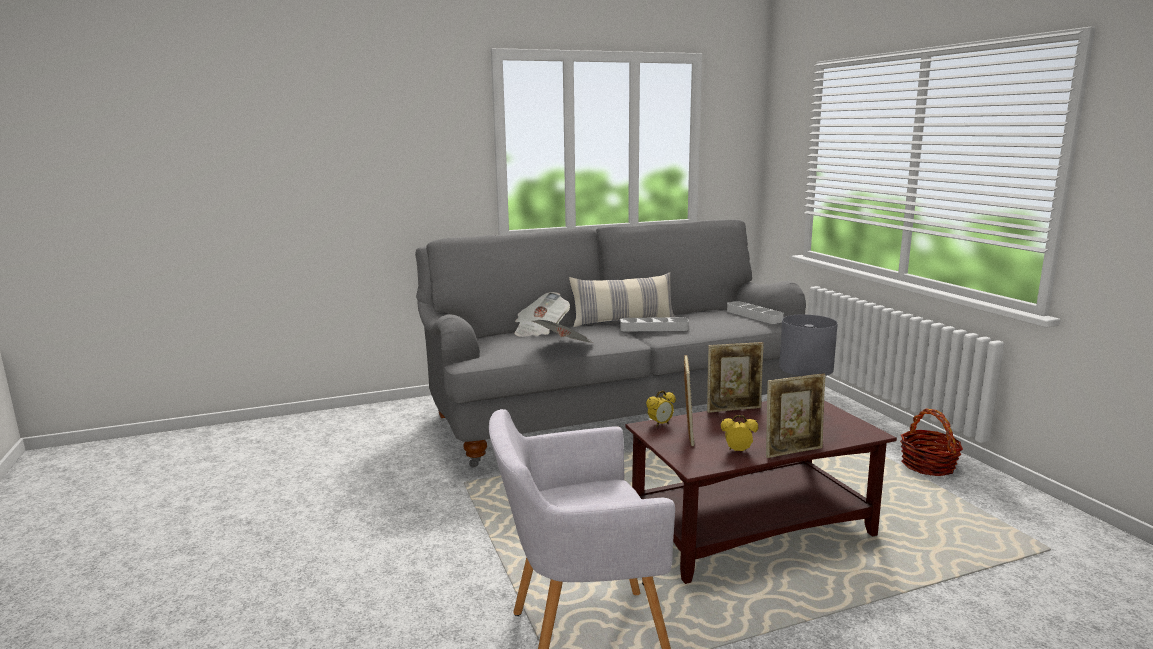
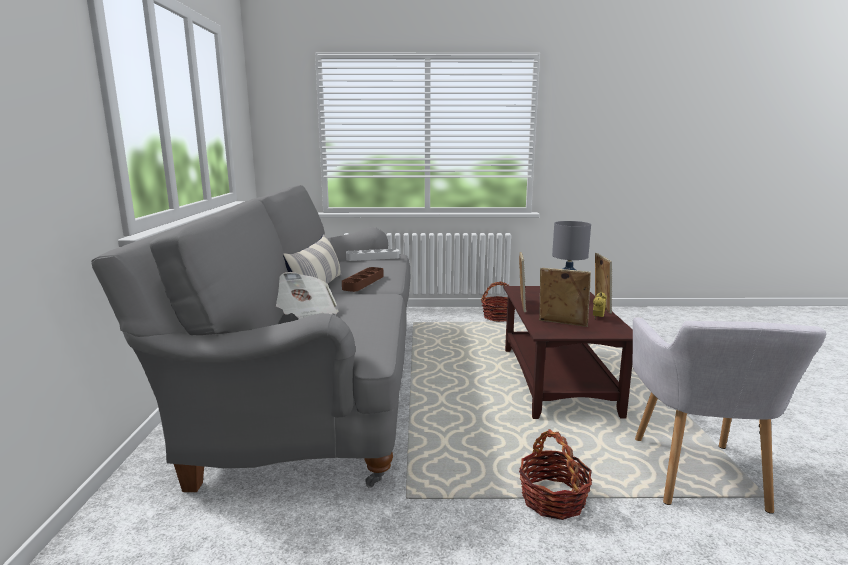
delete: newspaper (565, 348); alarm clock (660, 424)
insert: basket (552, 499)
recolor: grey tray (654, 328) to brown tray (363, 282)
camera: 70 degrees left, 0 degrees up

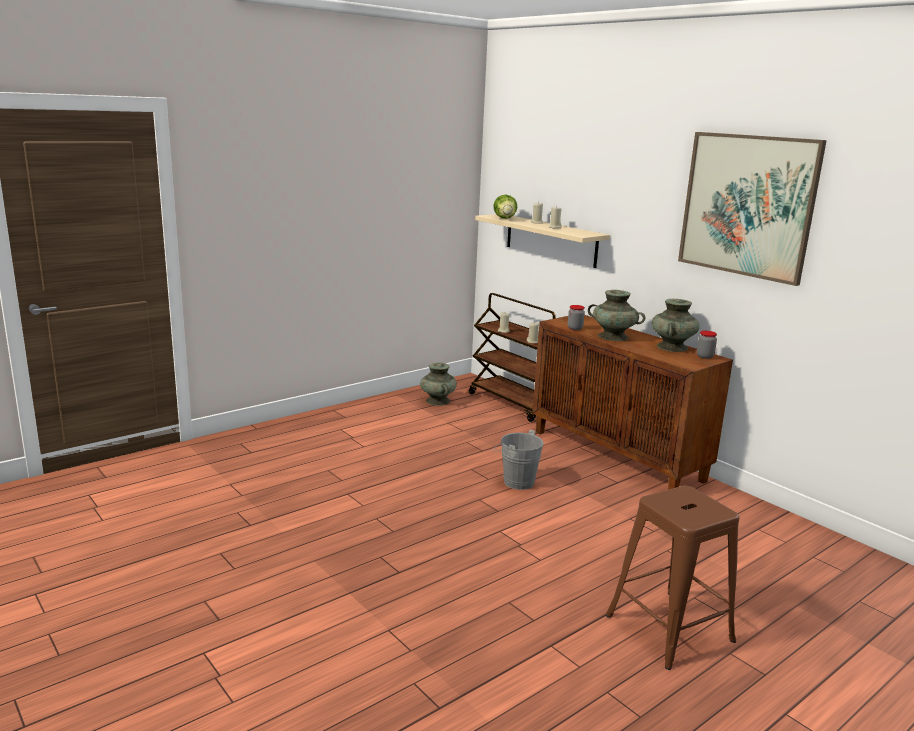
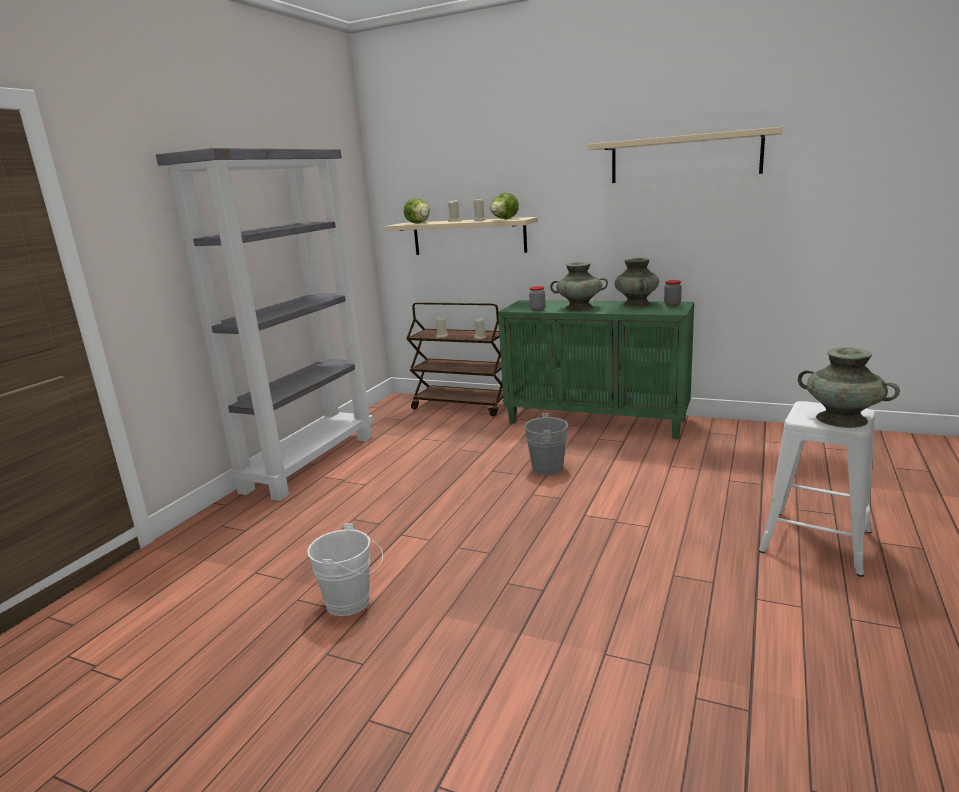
insert: grey bookcase (310, 462); lettuce (504, 219); white bucket (353, 602)
move: turquoise vase (438, 401) to (842, 419)
replace: picture (747, 205) to beige shelf (684, 157)
recolor: brown cabinet (618, 455) to green cabinet (597, 421); brown stool (670, 628) to white stool (816, 541)
camera: 25 degrees left, 0 degrees up

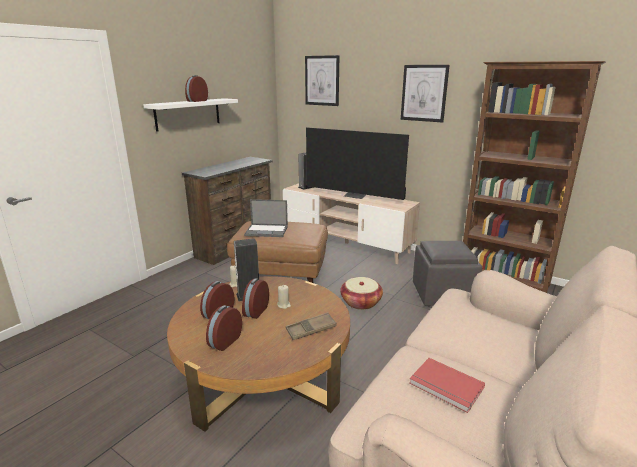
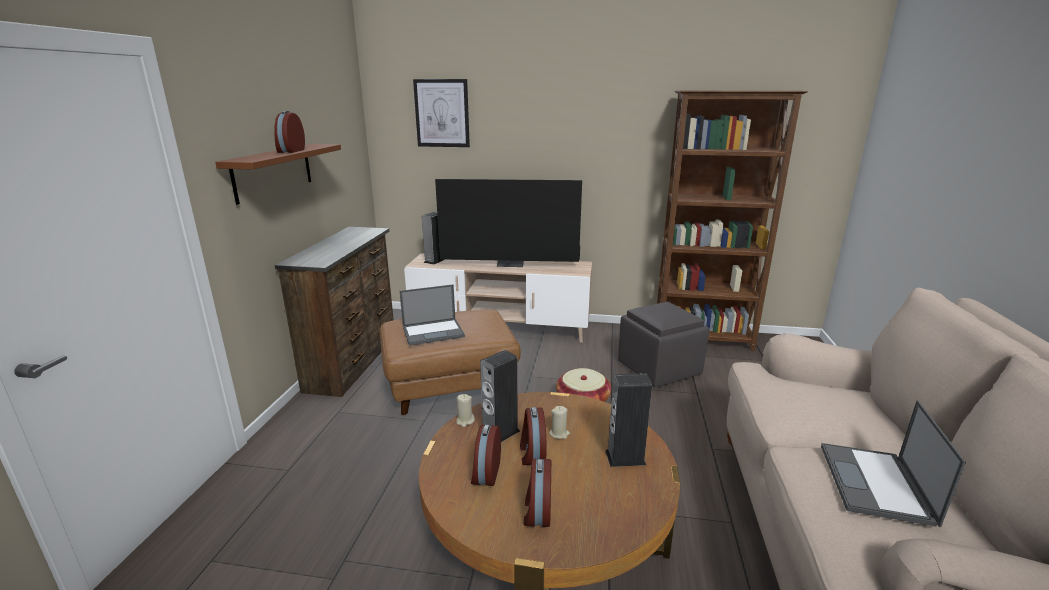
delete: picture (424, 93)
replace: brown tray (311, 329) to speaker (625, 457); red book (445, 387) to laptop (876, 484)
recolor: white shelf (188, 114) to brown shelf (273, 172)
camera: 25 degrees left, 0 degrees up

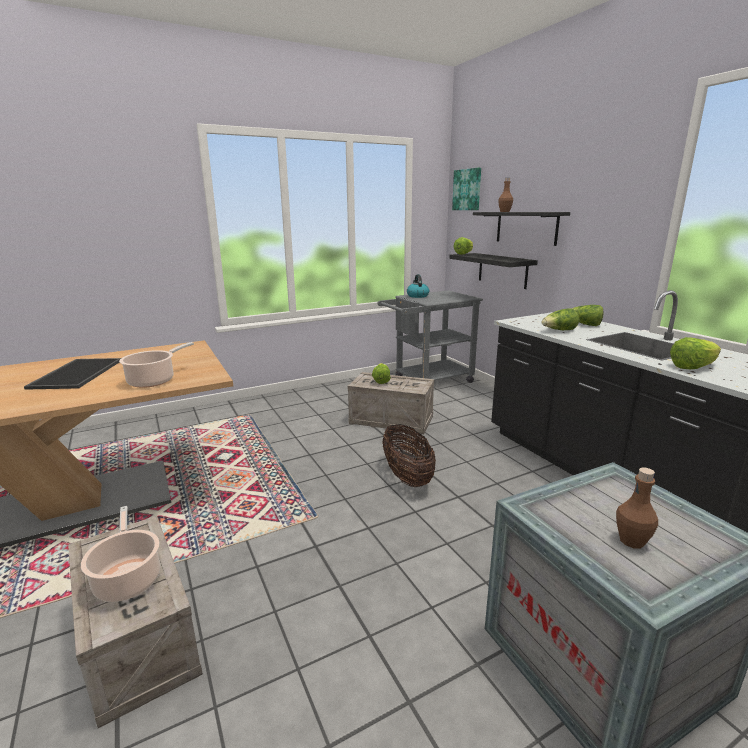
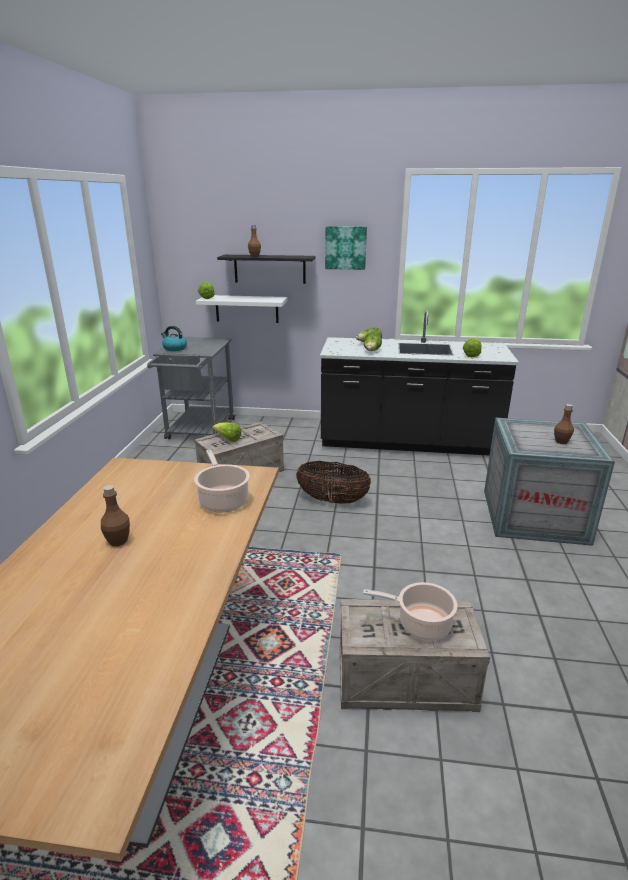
move: picture (467, 189) to (345, 247)
replace: tray (76, 373) to brown bottle (118, 541)
recolor: black shelf (502, 270) to white shelf (247, 309)
camera: 55 degrees left, 5 degrees up

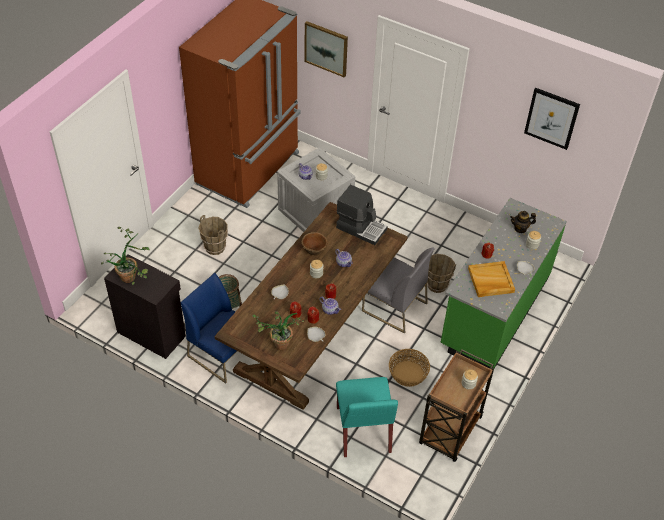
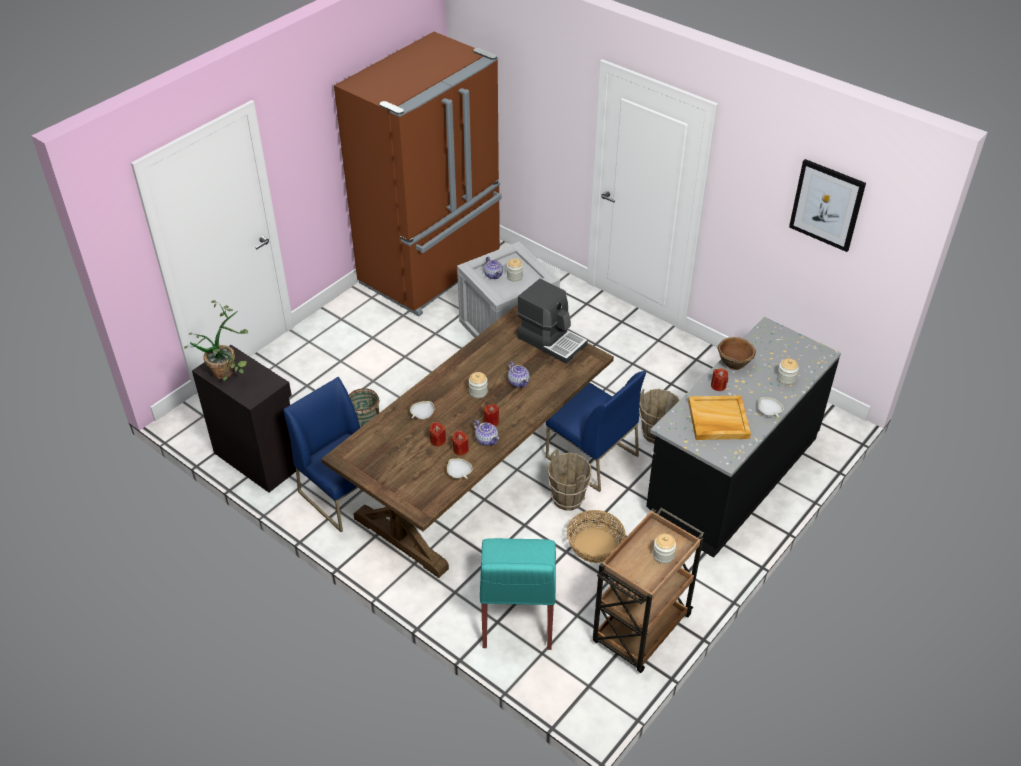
delete: picture (326, 48); teapot (520, 228); potted plant (277, 345)
move: brown bucket (215, 247) to (568, 499); brown bowl (314, 251) to (733, 363)
recolor: green counter (494, 311) to black counter (731, 475); grey chair (393, 307) to blue chair (591, 456)
camera: 10 degrees right, 5 degrees down

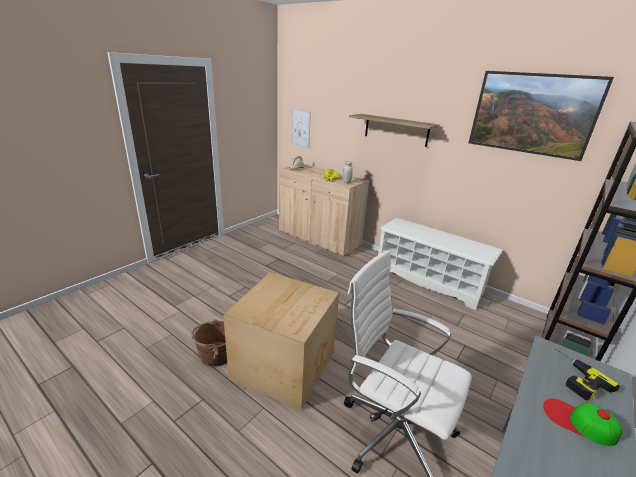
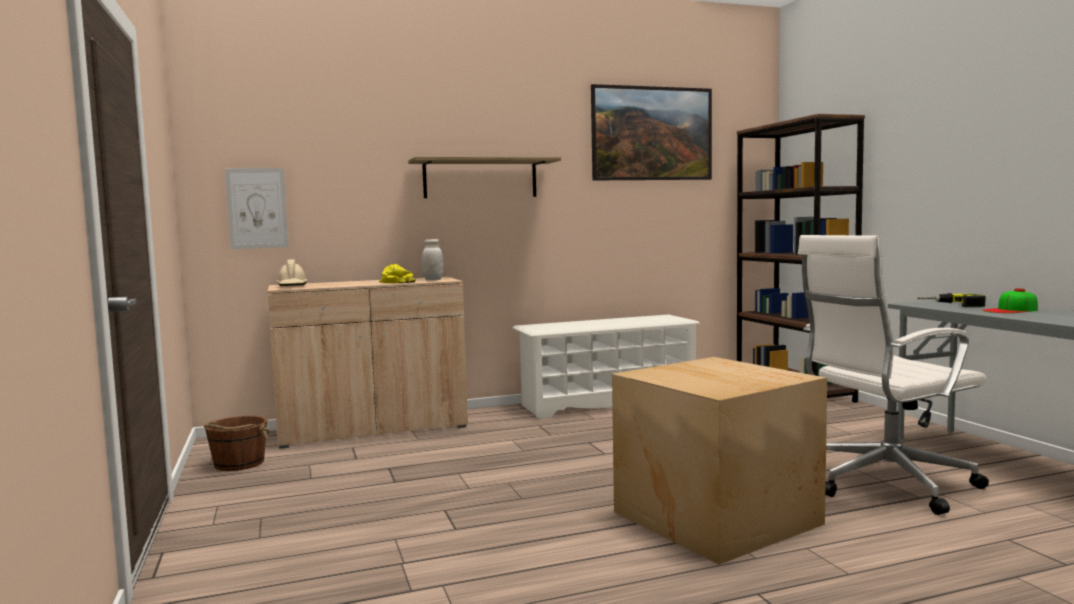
move: brown bucket (216, 355) to (238, 463)
camera: 55 degrees left, 20 degrees down

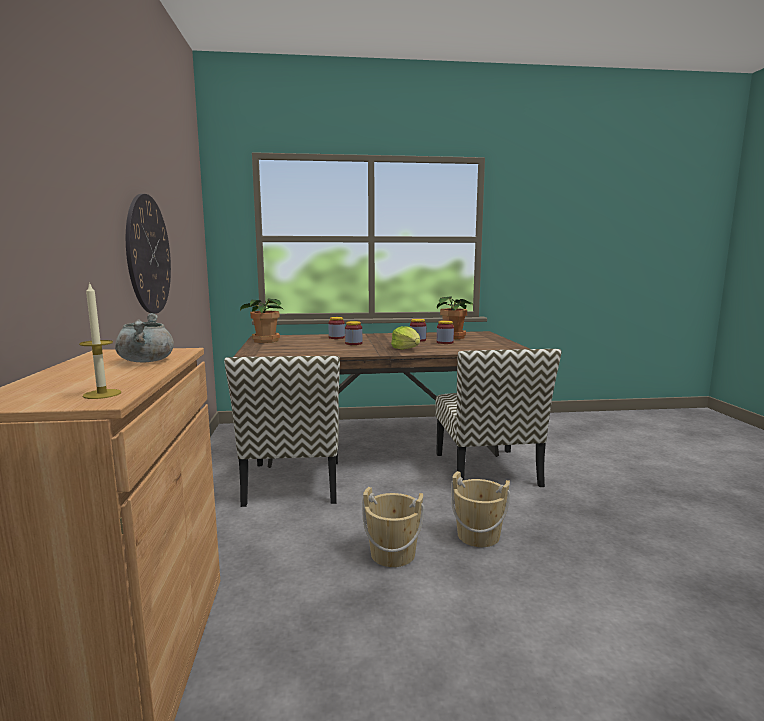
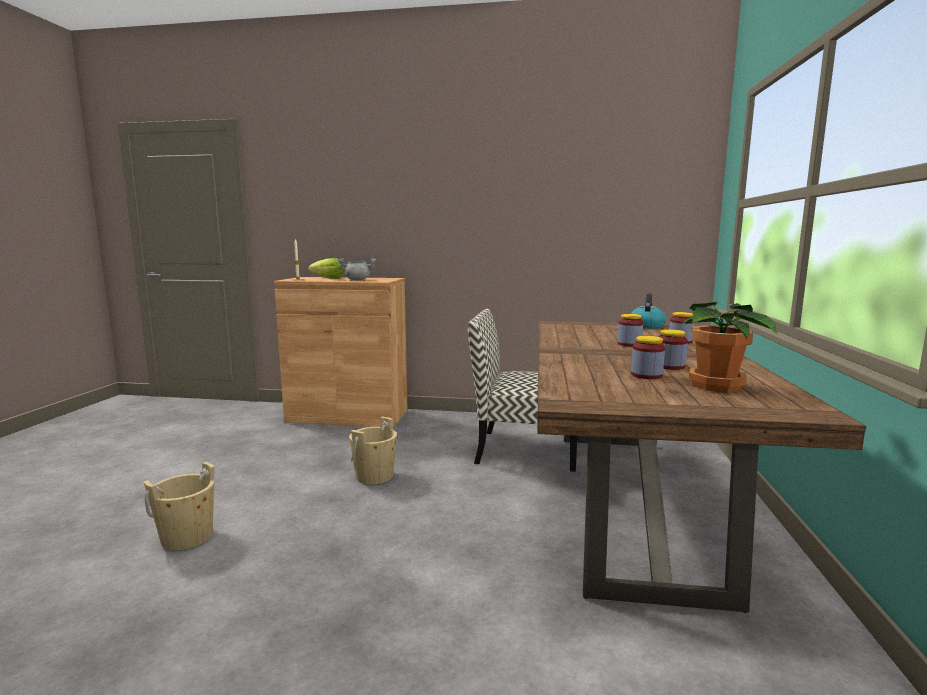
delete: wall clock (148, 255); chair (487, 470)
move: lettuce (406, 349) to (329, 278); beige bucket (478, 536) to (187, 537)
replace: potted plant (265, 340) to kettle (646, 326)
camera: 105 degrees right, 0 degrees up

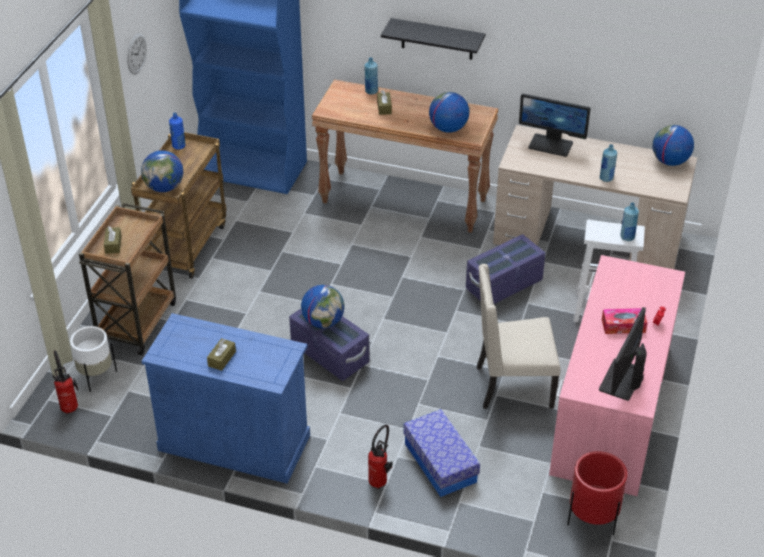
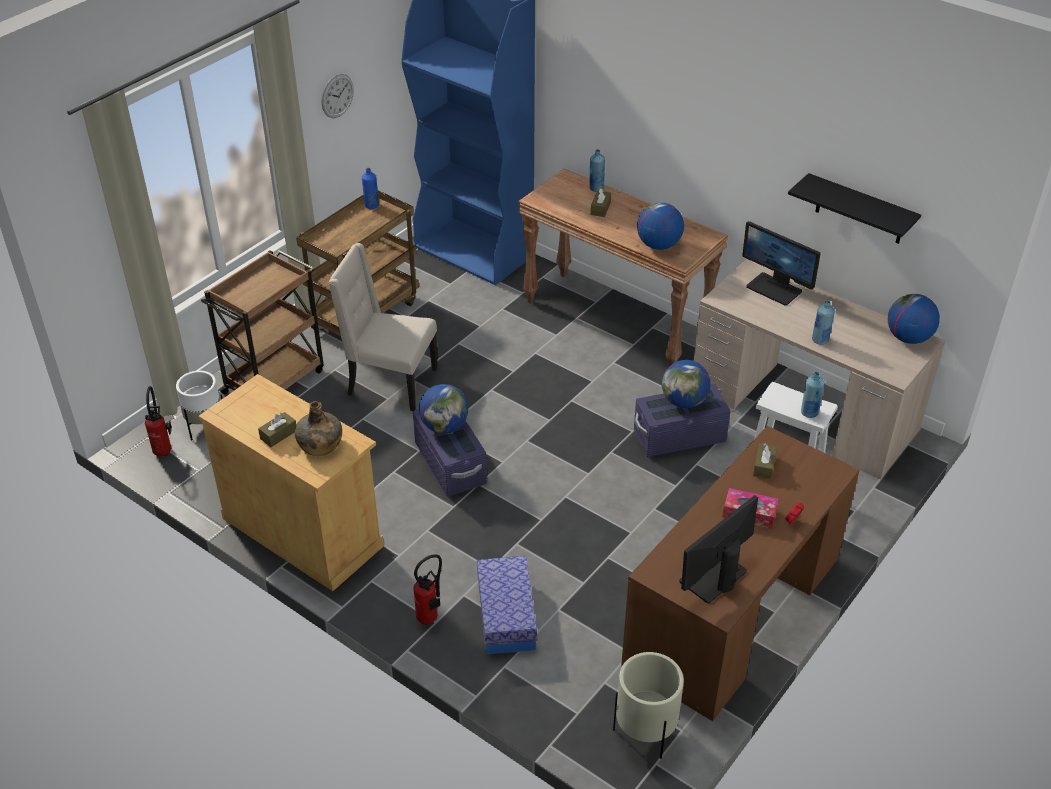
insert: green bottle (319, 445)
move: black shelf (437, 39) to (860, 210); globe (164, 187) to (684, 402); brown tissue box (113, 244) to (764, 466); beige chair (512, 386) to (390, 383)
recolor: pink desk (610, 409) to brown desk (732, 610); blue cabinet (234, 442) to beige cabinet (303, 532); red planter (592, 519) to beige planter (645, 732)
camera: 20 degrees right, 0 degrees up

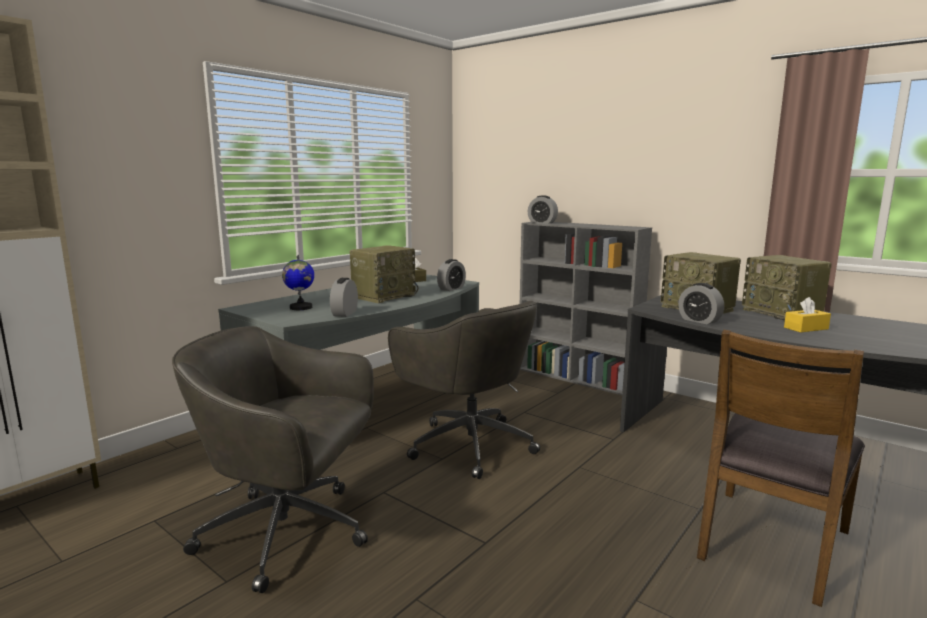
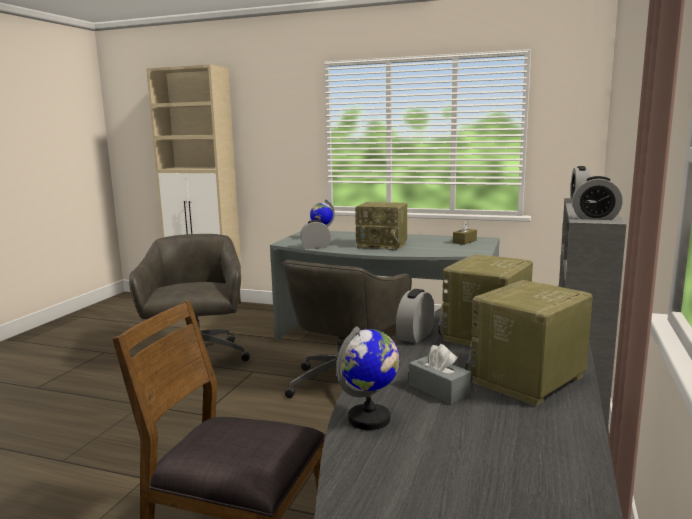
insert: globe (370, 419)
move: alarm clock (451, 289) to (595, 218)
recolor: yellow tissue box (806, 328) to grey tissue box (439, 389)
camera: 70 degrees right, 0 degrees up

